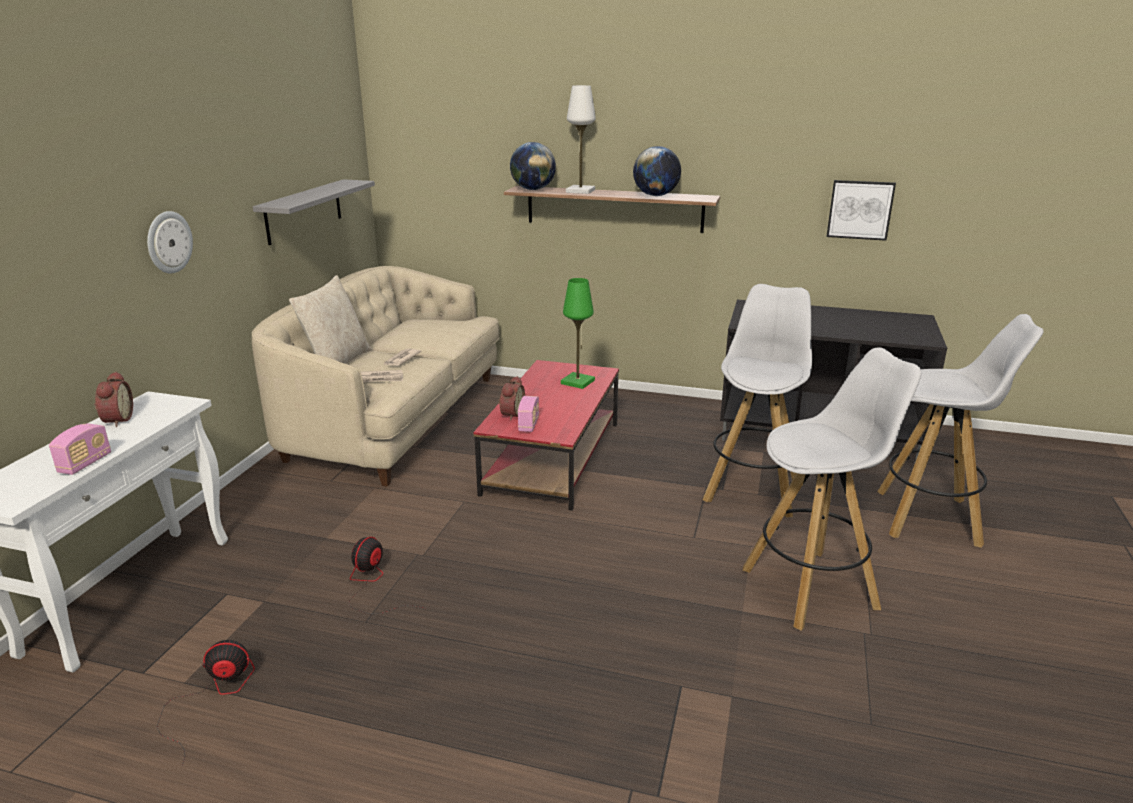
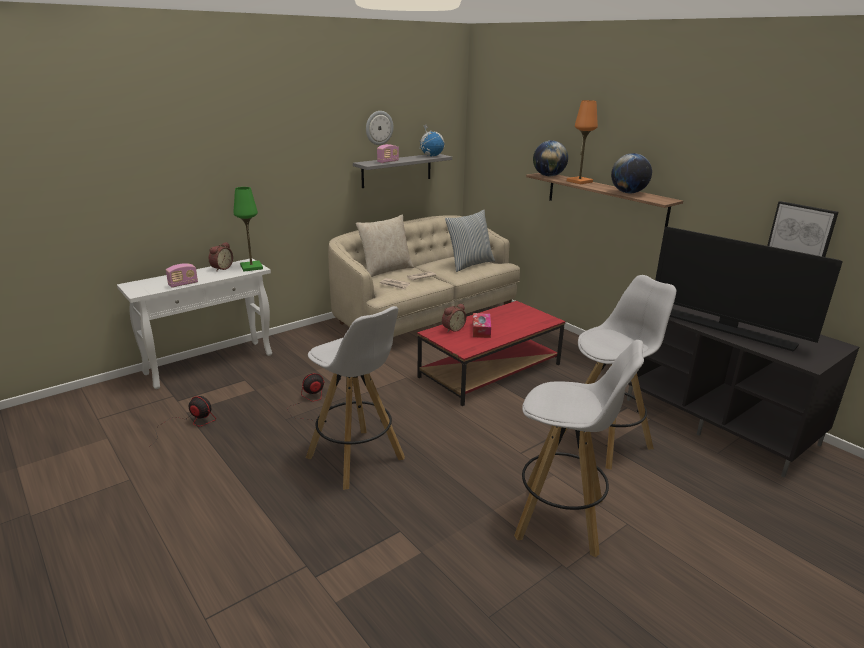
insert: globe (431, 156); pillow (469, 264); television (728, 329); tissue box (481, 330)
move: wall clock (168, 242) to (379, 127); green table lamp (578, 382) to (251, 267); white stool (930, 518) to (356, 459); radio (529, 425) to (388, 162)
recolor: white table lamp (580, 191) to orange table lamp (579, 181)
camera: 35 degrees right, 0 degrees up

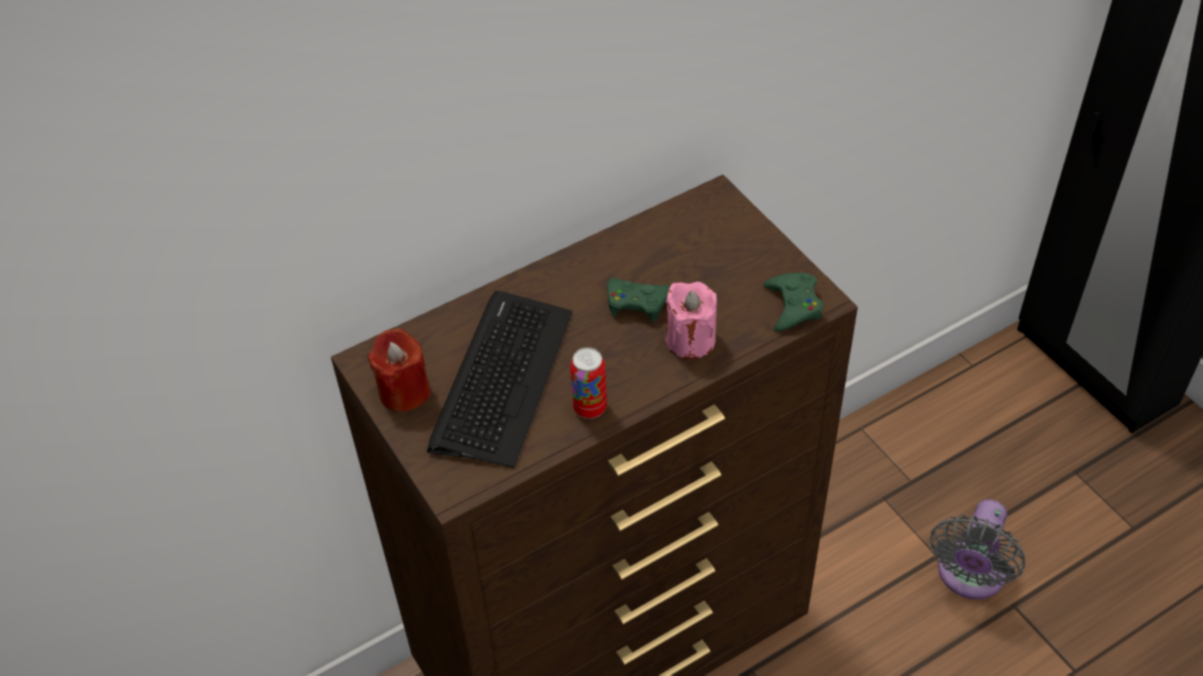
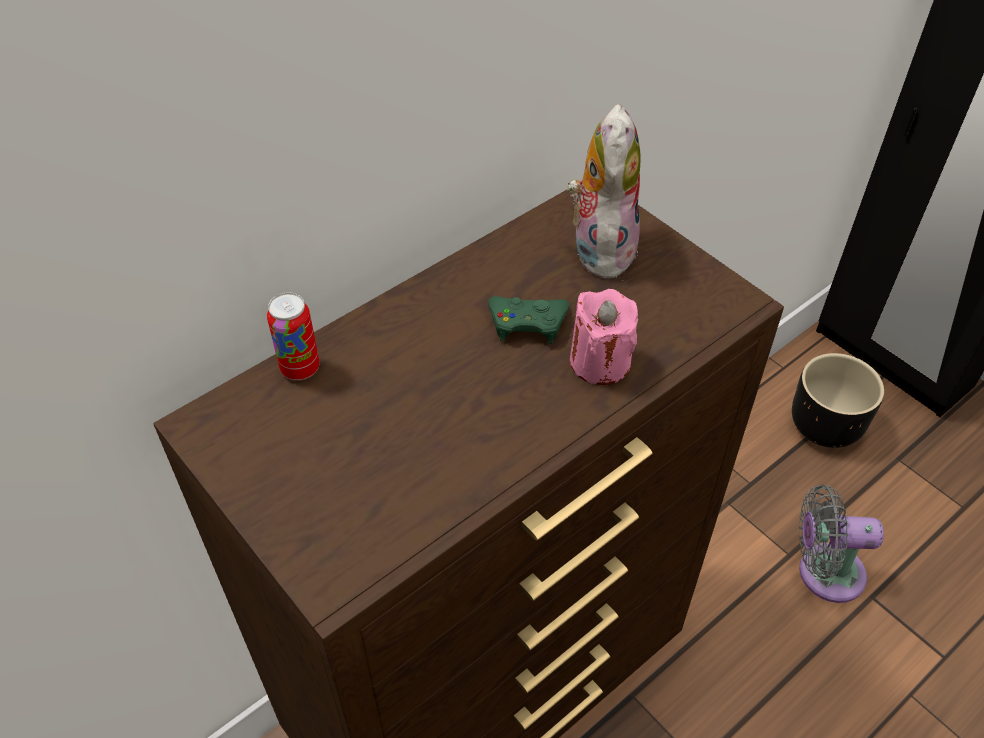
delete: green game controller (793, 306); keyboard (501, 379); red candle (404, 391)
insert: plush toy (599, 247); black planter (825, 426)
move: can (590, 408) to (300, 368)
rotate: grey fan (969, 576) = (823, 572) 75 degrees clockwise
camera: 10 degrees left, 0 degrees up

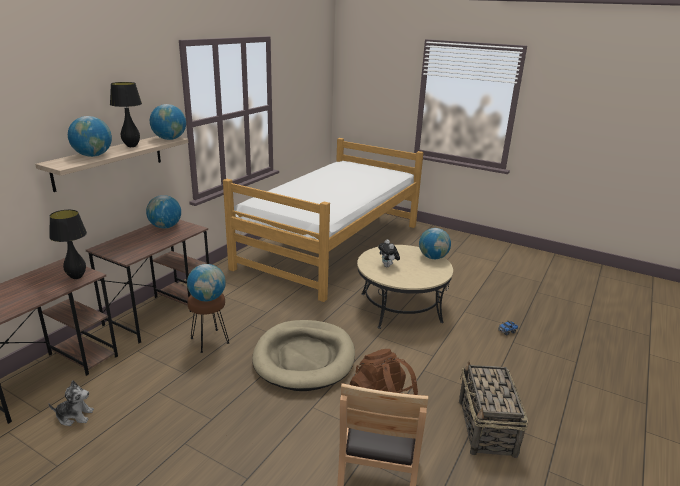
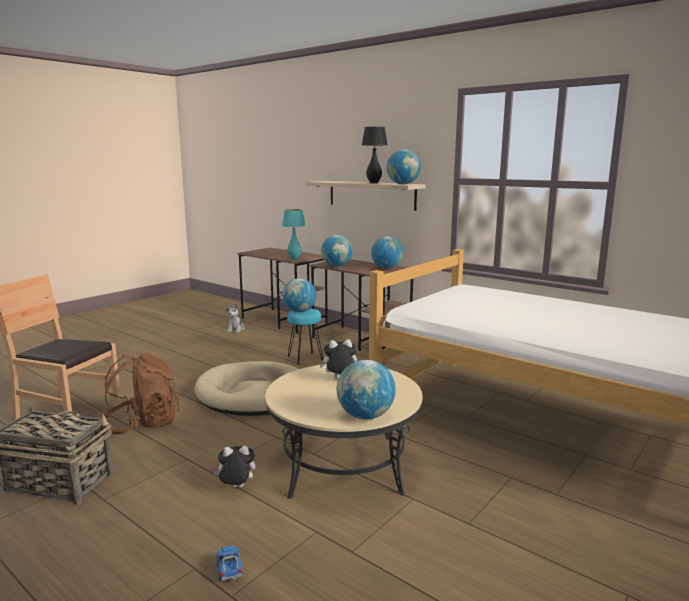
insert: plush toy (236, 487)
move: globe (93, 155) to (336, 266)
recolor: black table lamp (77, 277) to turquoise table lamp (294, 258); brown stool (209, 341) to turquoise stool (304, 358)
camera: 100 degrees right, 10 degrees down

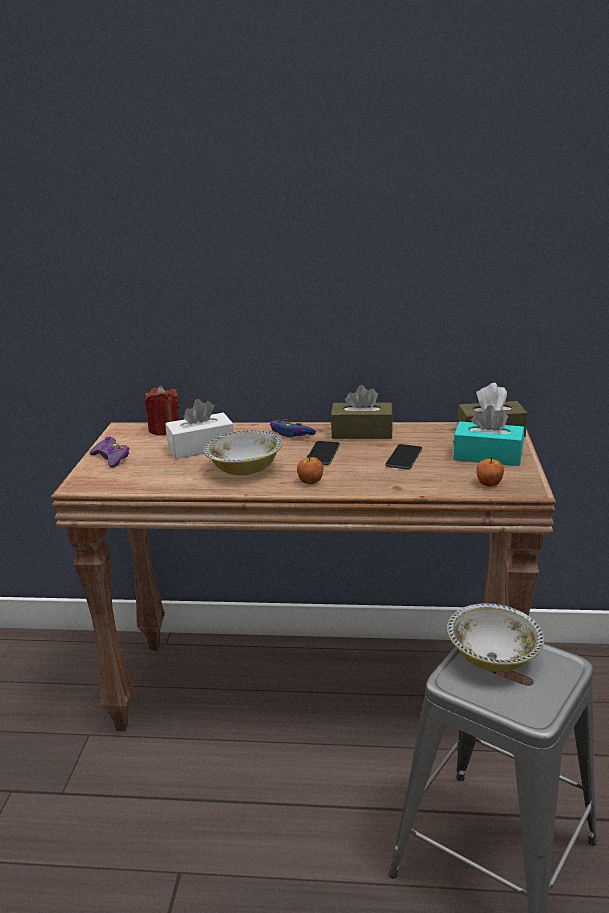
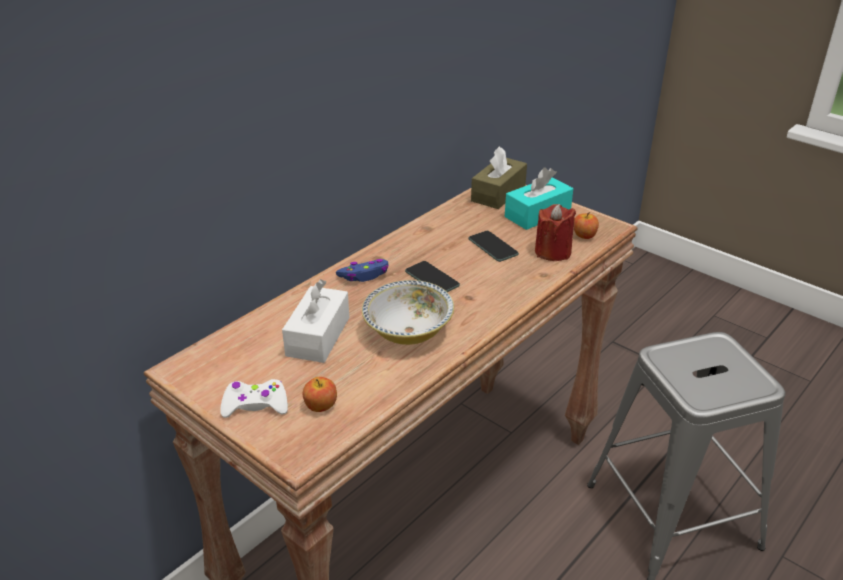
delete: brown tissue box (362, 432); bowl (493, 657)
move: red candle (164, 429) to (552, 252); apple (310, 481) to (320, 406)
recolor: purple game controller (111, 458) to white game controller (255, 405)
camera: 55 degrees left, 10 degrees up

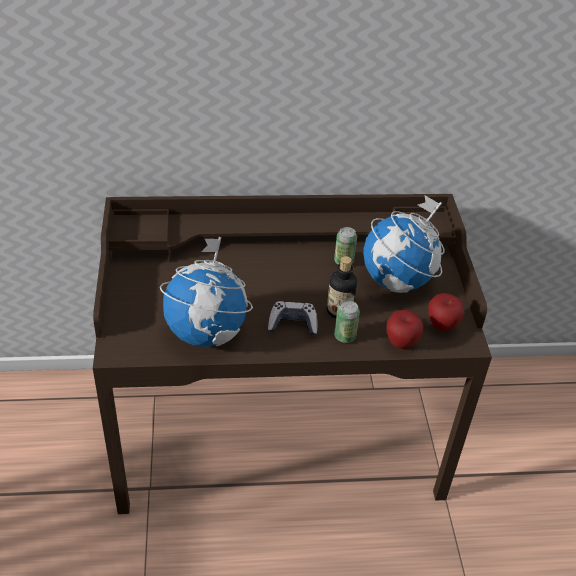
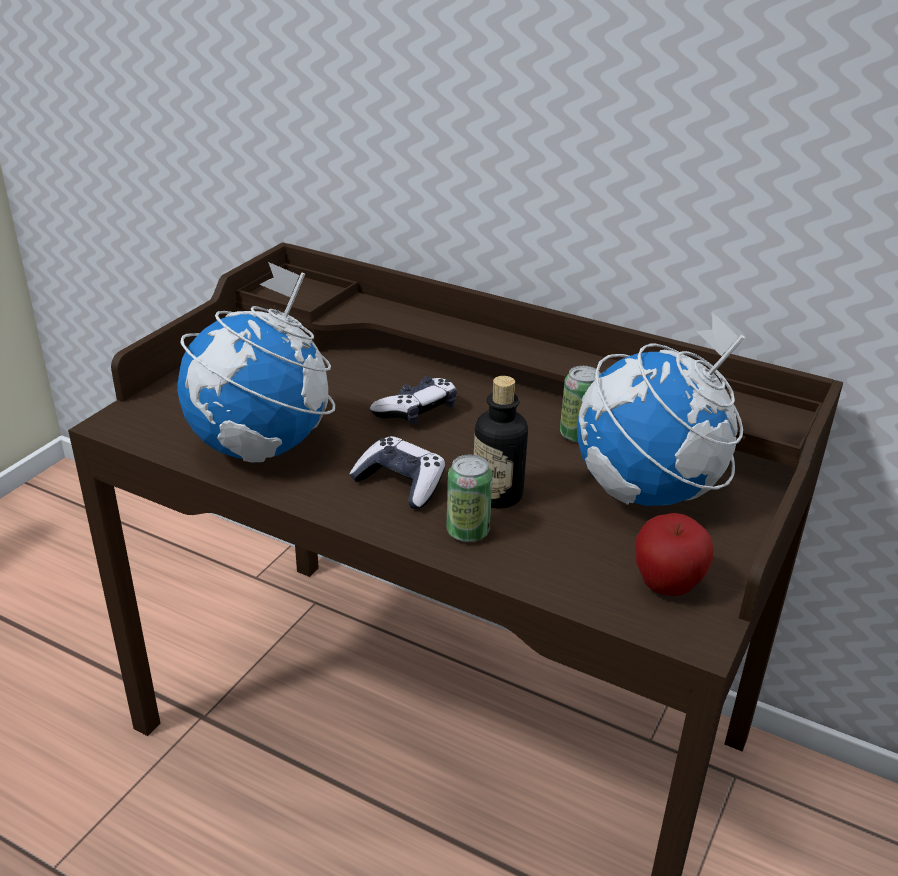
delete: apple (401, 343)
insert: game controller (416, 411)
camera: 35 degrees right, 10 degrees down

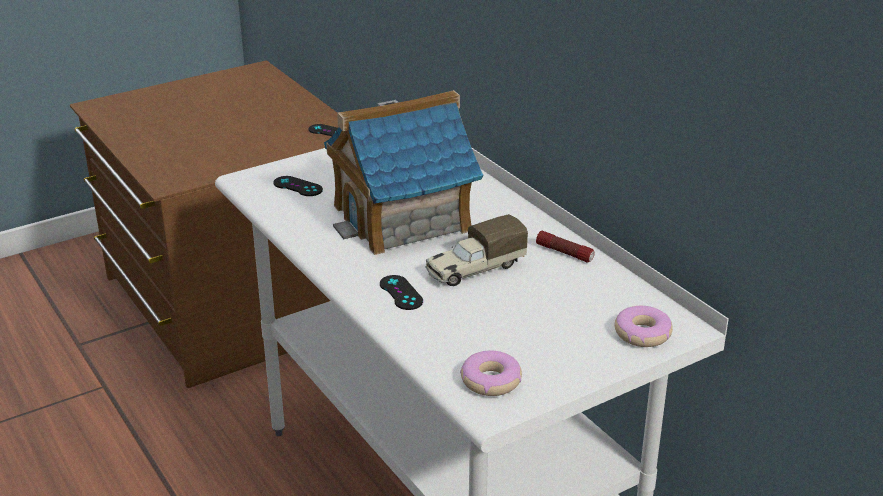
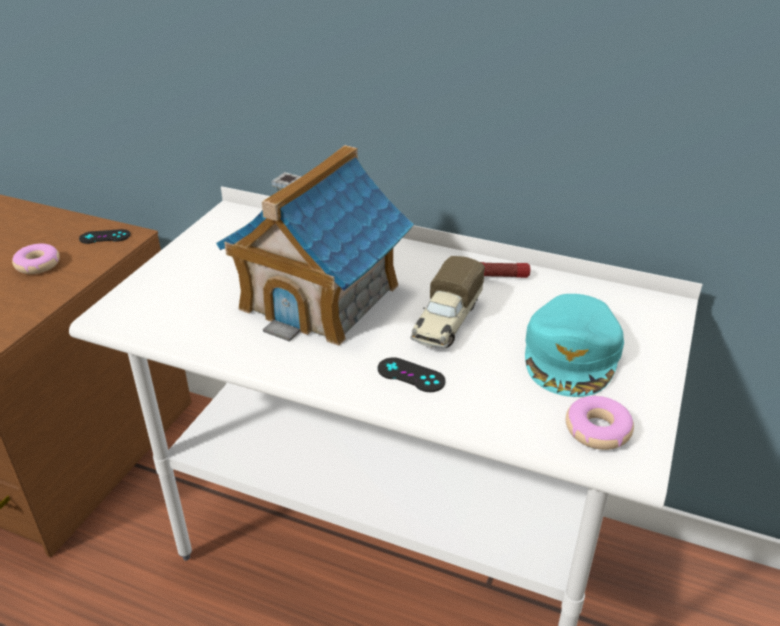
delete: black game controller (298, 186)
insert: turquoise cap (572, 354)
move: donut (642, 334) to (38, 265)
camera: 35 degrees left, 5 degrees up

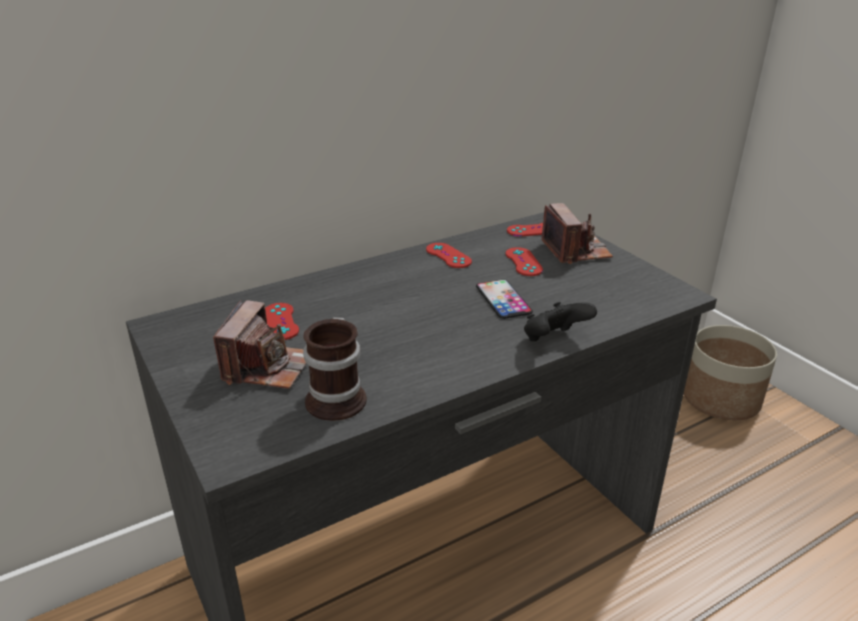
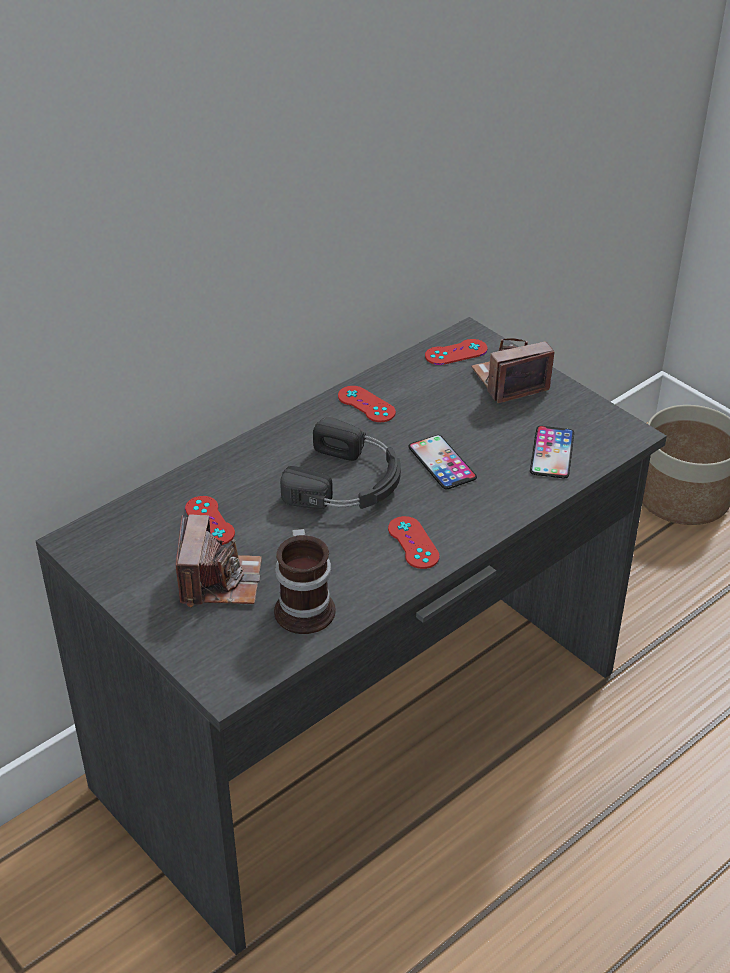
delete: black game controller (554, 340)
insert: black headphones (348, 482); phone (552, 452)
move: red game controller (523, 262) to (413, 543)
rotate: photo camera (576, 251) = (509, 381) 90 degrees counterclockwise
camera: 10 degrees left, 10 degrees up

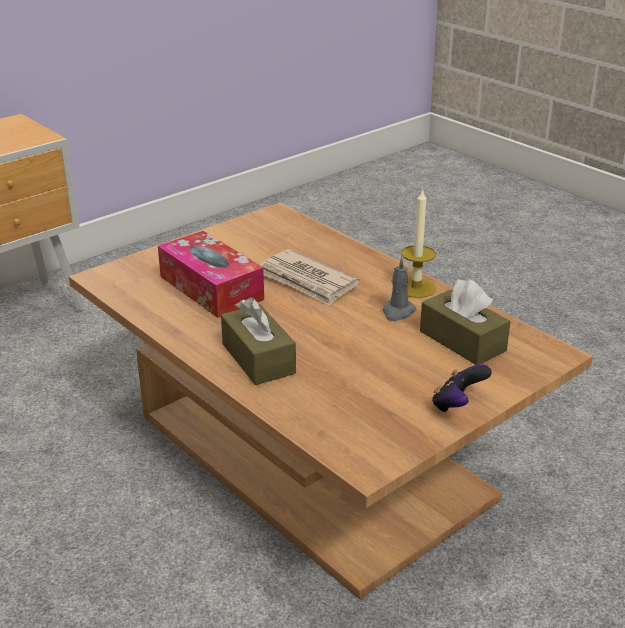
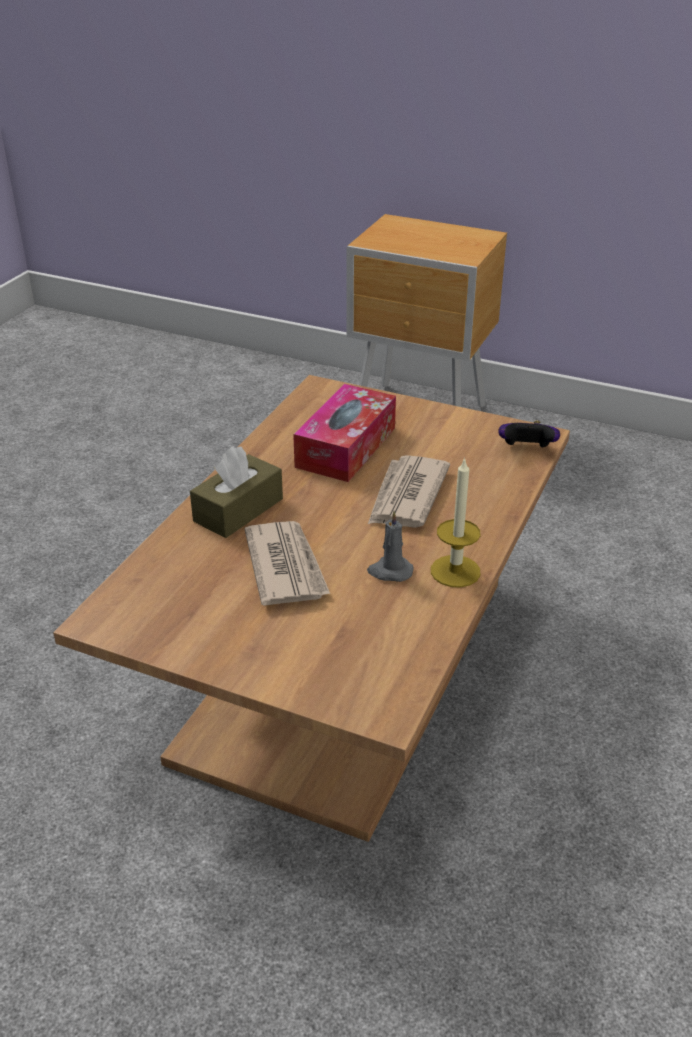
delete: brown tissue box (462, 341)
insert: newspaper (286, 566)
move: game controller (457, 405) to (526, 450)
camera: 65 degrees right, 5 degrees up

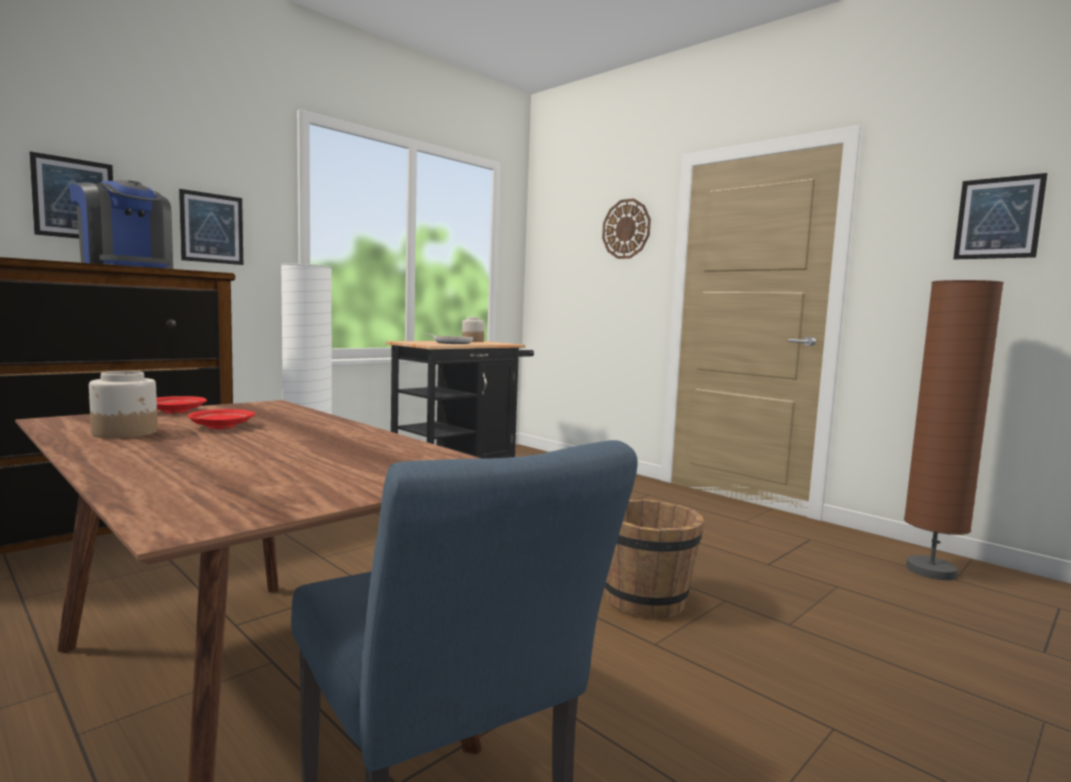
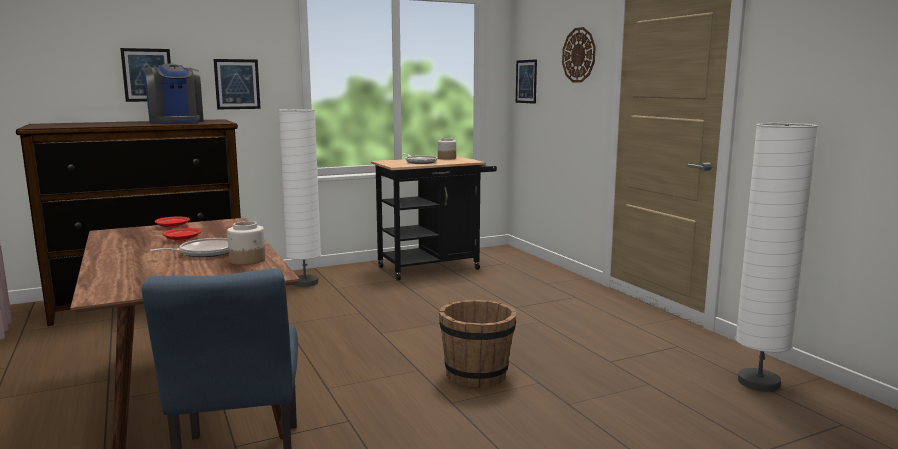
insert: frying pan (205, 252)
move: picture (998, 218) to (526, 81); jar (126, 433) to (248, 260)
recolor: brown floor lamp (931, 571) to white floor lamp (758, 383)
camera: 20 degrees right, 5 degrees up

